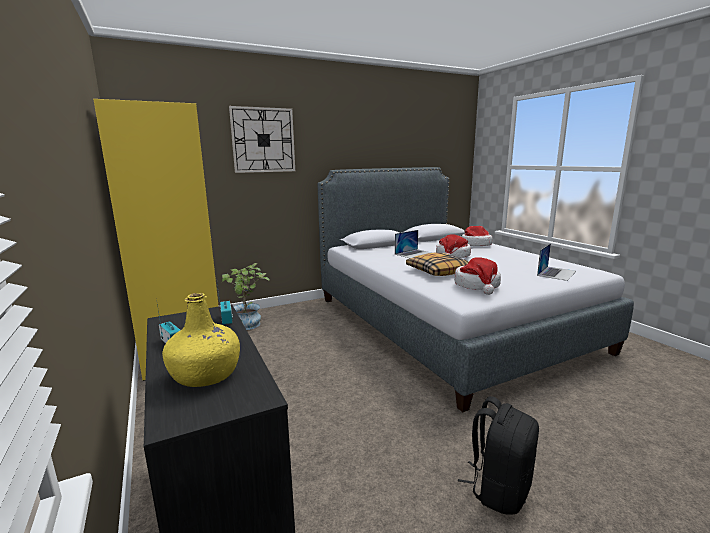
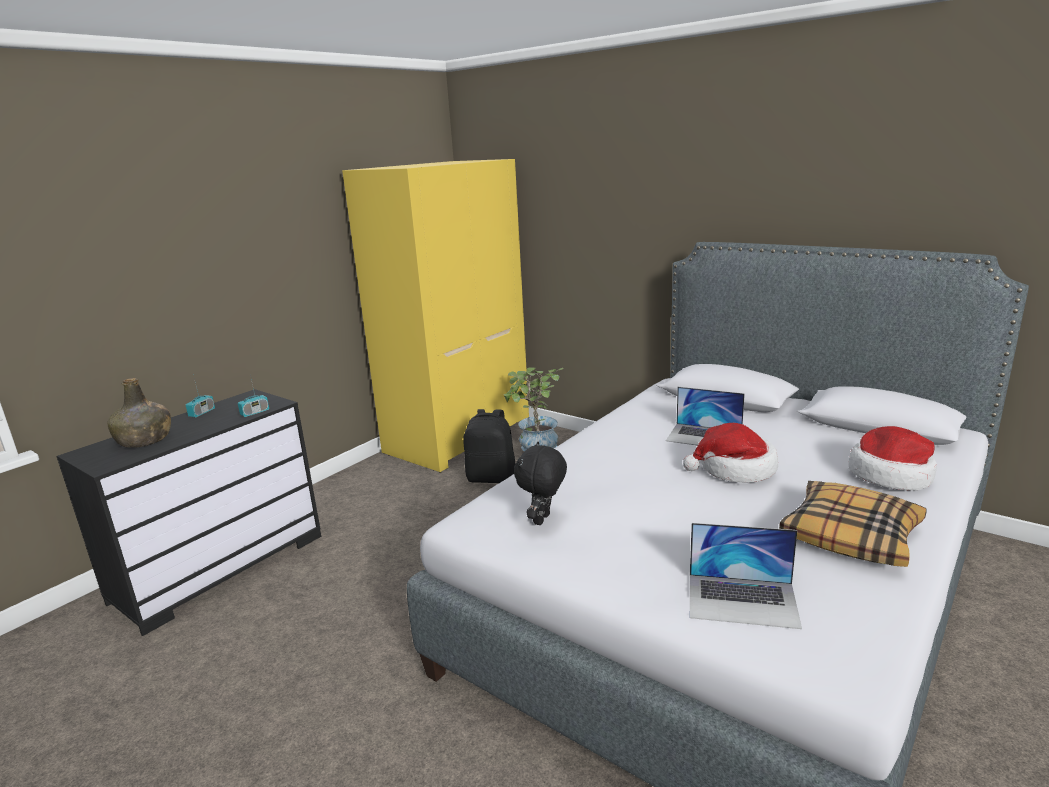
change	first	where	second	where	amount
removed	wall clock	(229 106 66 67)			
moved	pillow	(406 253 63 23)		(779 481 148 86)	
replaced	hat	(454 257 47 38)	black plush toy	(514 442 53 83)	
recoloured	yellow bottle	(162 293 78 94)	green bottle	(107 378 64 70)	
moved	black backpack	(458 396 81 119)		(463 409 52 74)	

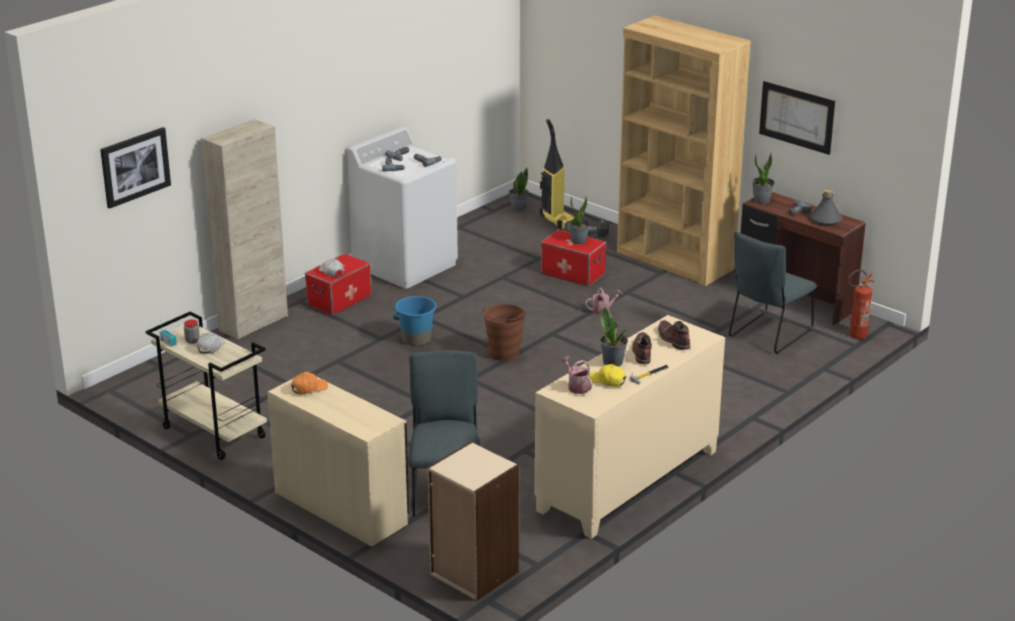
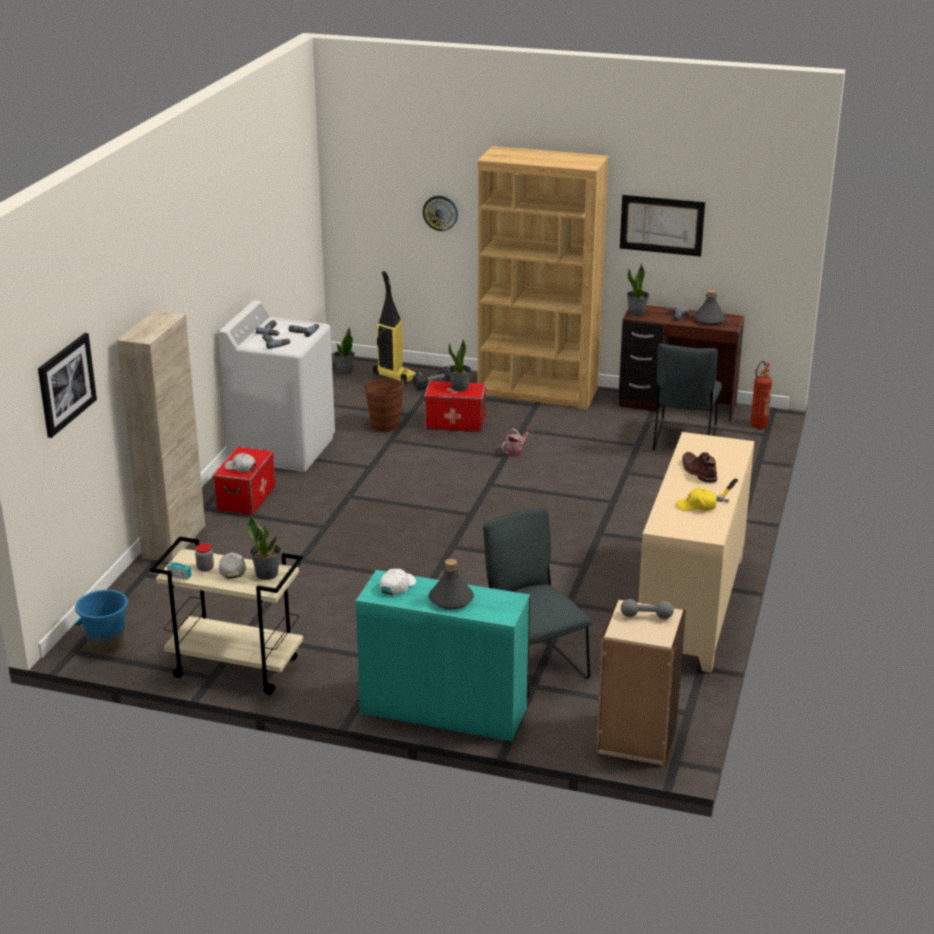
change	first	where	second	where	amount
moved	blue bucket	(393 296 44 50)		(75 590 53 63)	
moved	brown bucket	(482 304 45 57)		(364 378 41 54)	
moved	potted plant	(600 306 28 61)		(247 516 34 64)	
removed	brown boot	(658 320 32 30)			
removed	watering can	(561 356 31 38)			
recoloured	orange cap	(291 372 37 23)	white cap	(380 569 36 26)	
recoloured	beige desk	(267 377 142 170)	turquoise desk	(356 570 174 171)	
added			wall clock	(423 195 35 36)	
added			grey bottle	(429 559 45 50)	
added			grey dumbbell	(621 599 53 20)	

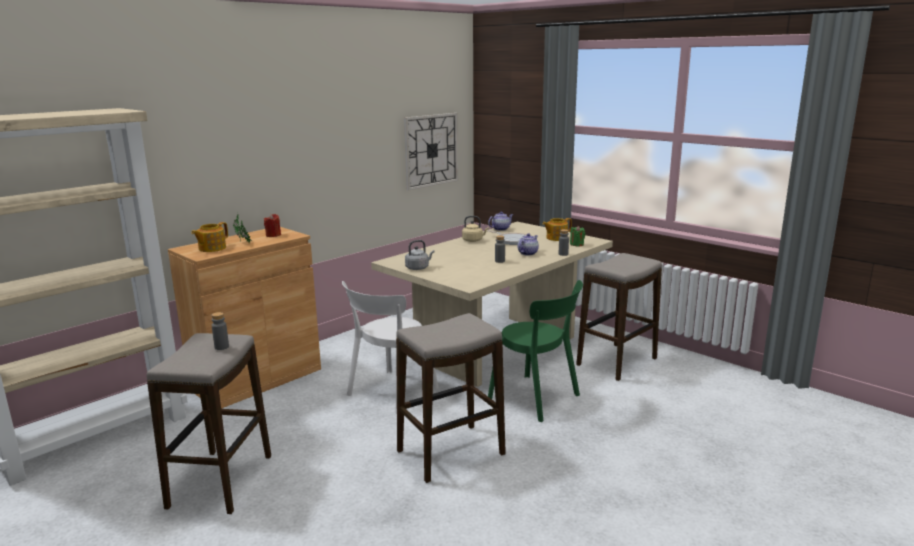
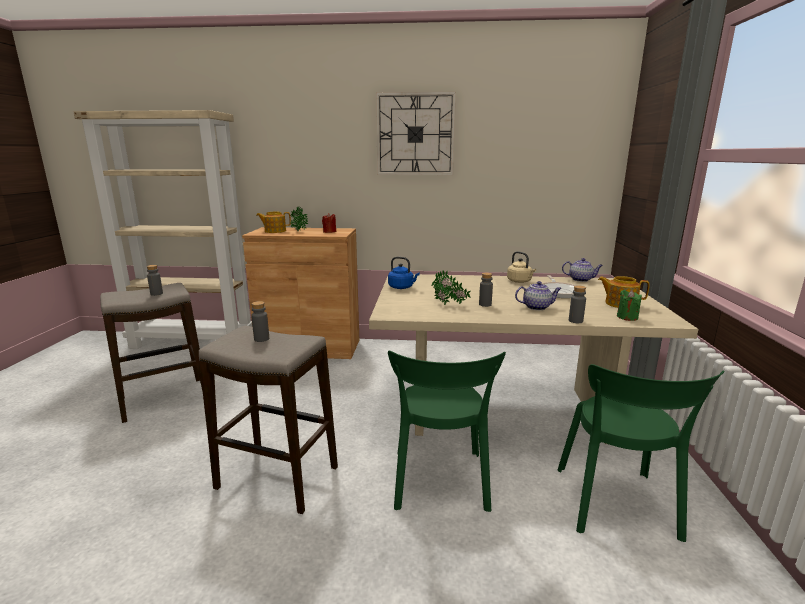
change	first	where	second	where	amount
moved	wall clock	(404 113 54 78)		(376 92 80 83)	
recoloured	grey kettle	(405 240 29 30)	blue kettle	(388 257 32 32)	
replaced	stool	(576 253 86 128)	green chair	(558 364 167 178)	
removed	white chair	(342 281 97 133)			
added			potted plant	(432 270 39 35)	
added			grey bottle	(251 301 18 41)	

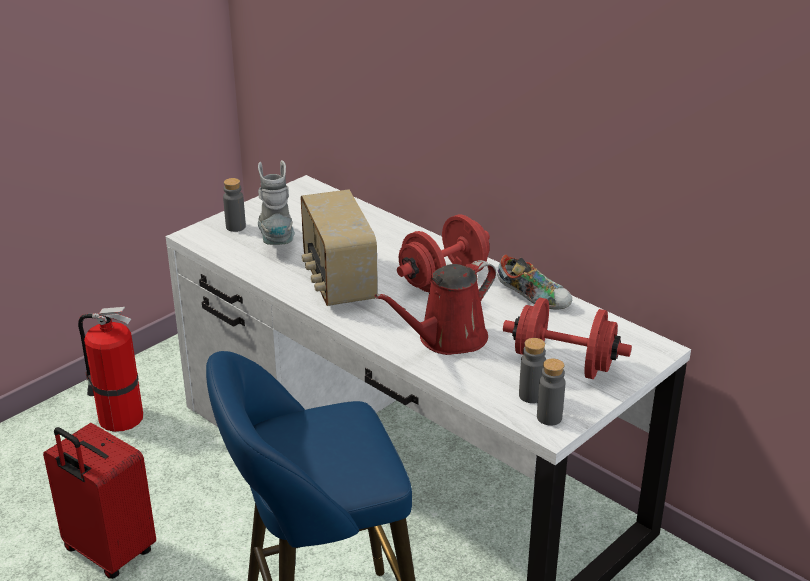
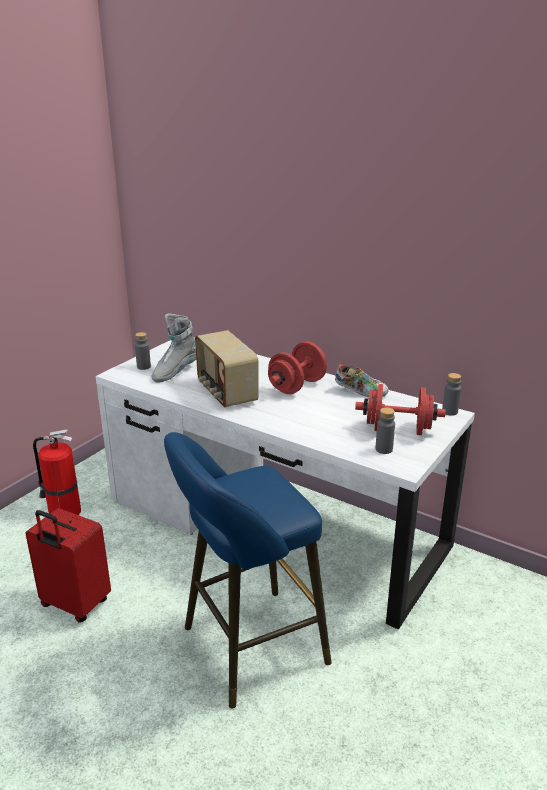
change	first	where	second	where	amount
turned	grey boot	(258 160 37 85)		(151 313 45 69)	120 degrees counterclockwise
removed	red watering can	(375 260 121 95)			
moved	grey bottle	(537 359 28 67)		(442 373 19 43)	

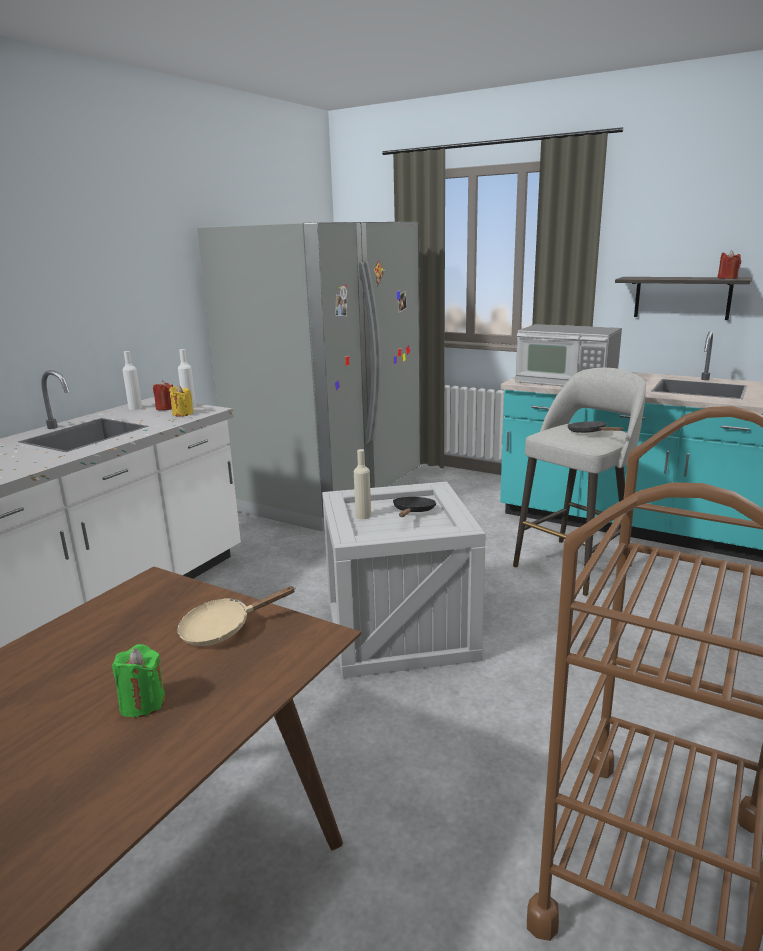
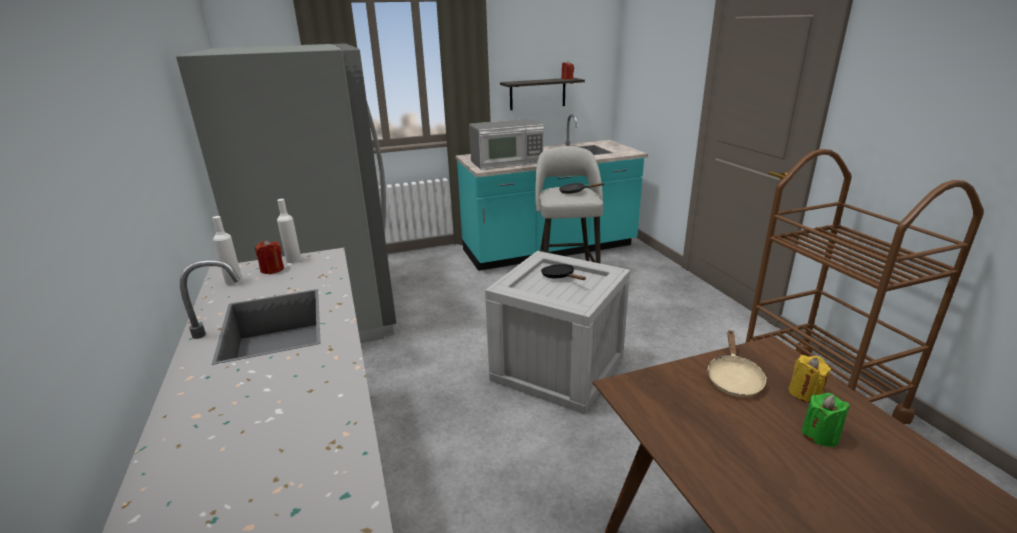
change	first	where	second	where	amount
moved	yellow candle	(170 385 23 32)		(789 355 42 48)	
removed	beige bottle	(354 449 17 70)			

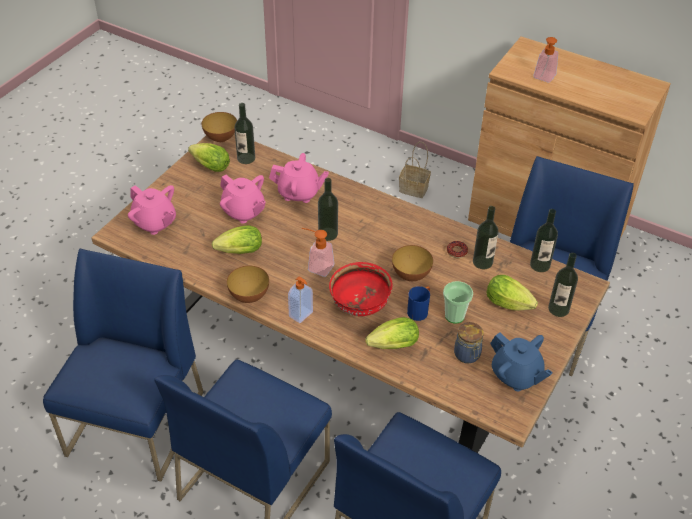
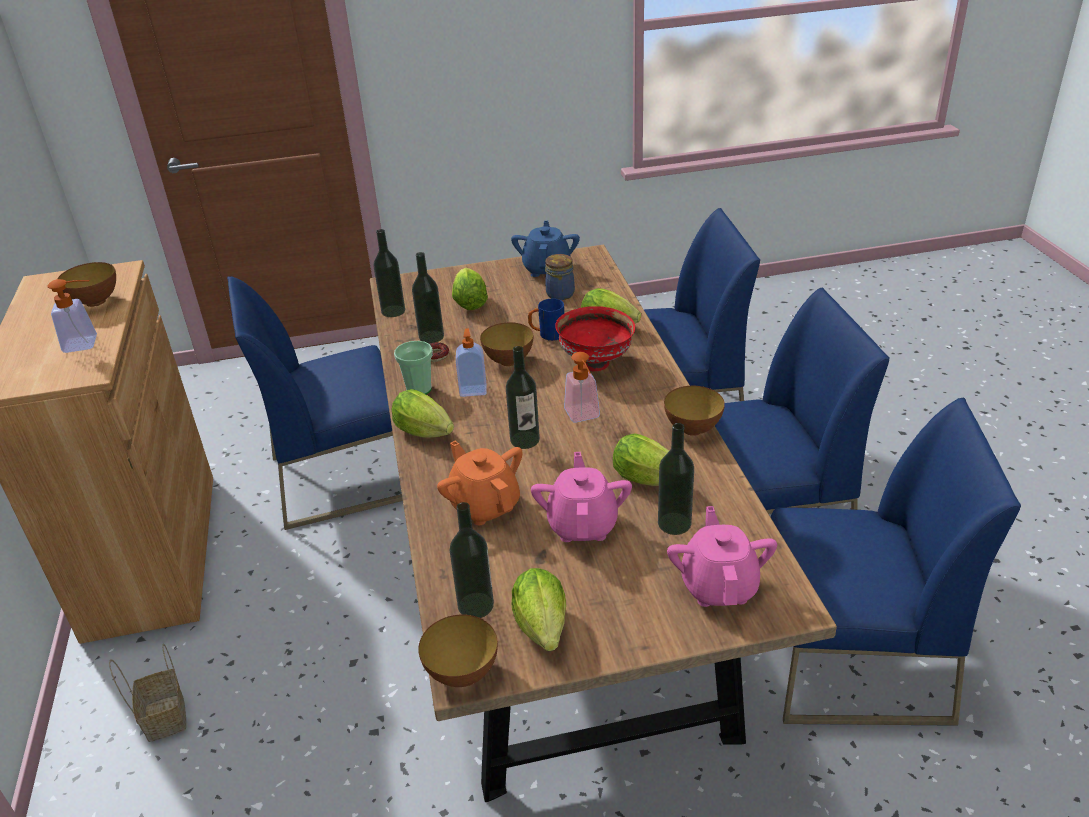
change	first	where	second	where	amount
recoloured	pink teapot	(269 153 60 50)	orange teapot	(437 441 85 84)	
turned	blue chair	(43 249 161 232)		(771 398 250 328)	150 degrees counterclockwise
moved	bottle	(548 253 30 64)		(658 423 36 112)	
moved	soap dispenser	(288 276 25 47)		(456 328 31 69)	
moved	cup	(443 281 30 43)		(394 341 39 53)	
added			bowl	(58 262 58 45)	
added			lettuce	(392 389 62 49)	

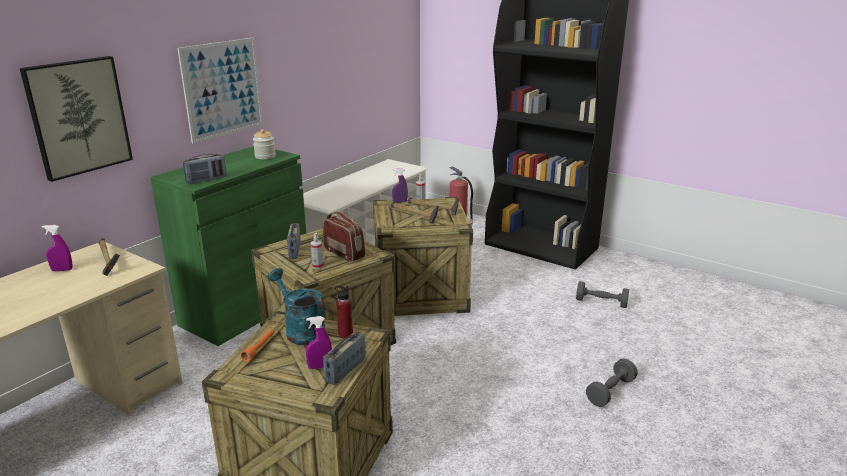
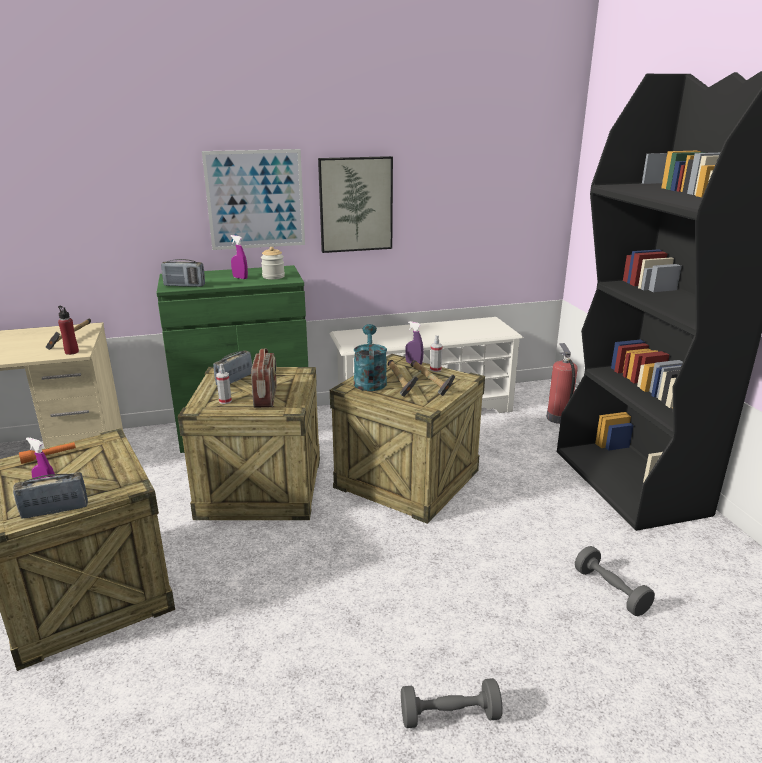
change	first	where	second	where	amount
moved	picture	(20 56 113 126)		(318 156 75 97)	
moved	purple spray bottle	(42 225 31 46)		(230 235 18 44)	
moved	turquoise watering can	(268 268 58 77)		(354 324 33 67)	
moved	red bottle	(335 286 18 52)		(58 306 21 49)	

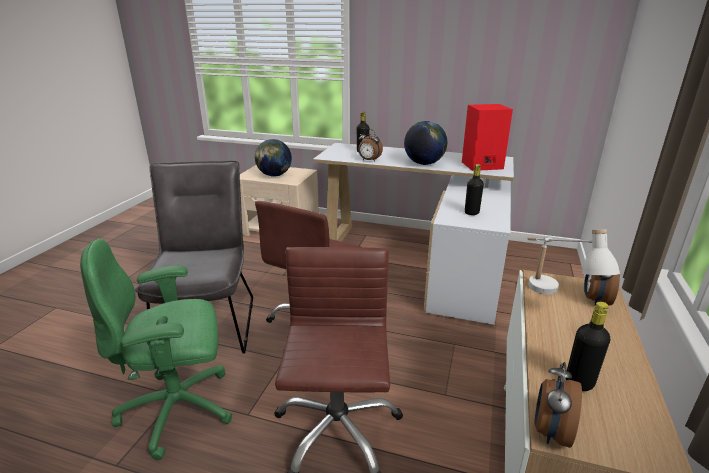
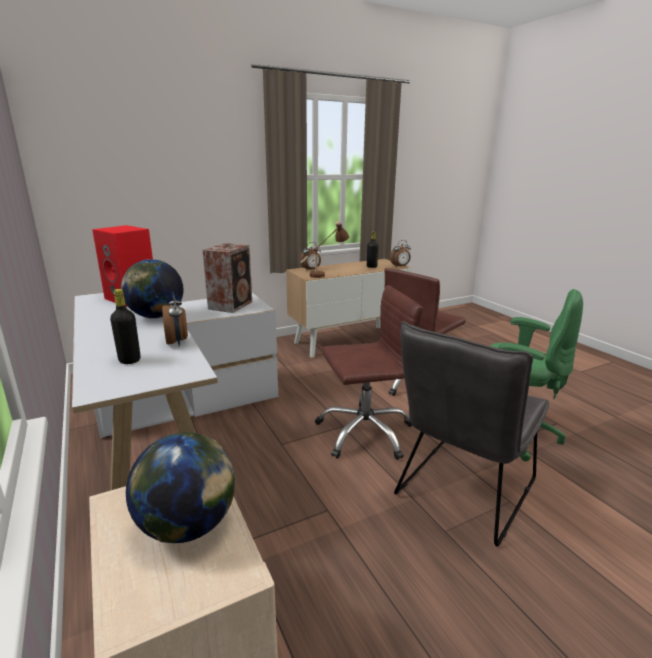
change	first	where	second	where	amount
replaced	black bottle	(465 164 19 51)	speaker	(203 243 49 70)	
recoloured	white table lamp	(527 229 93 66)	brown table lamp	(300 221 49 57)	

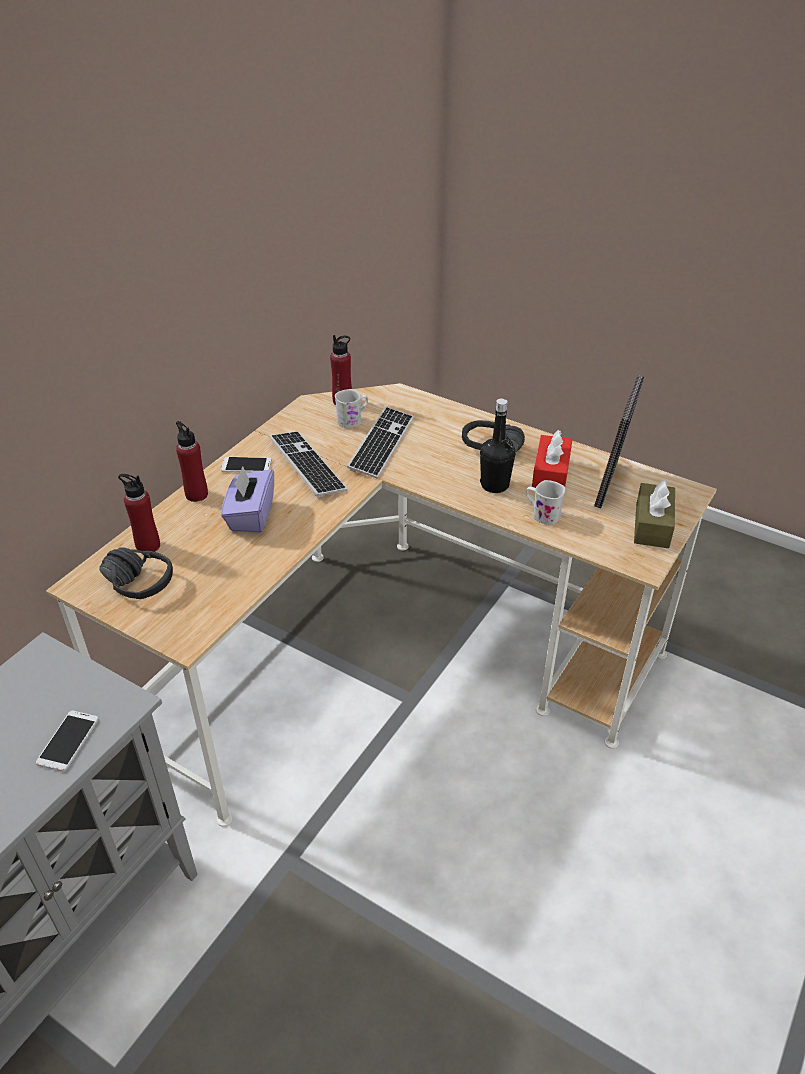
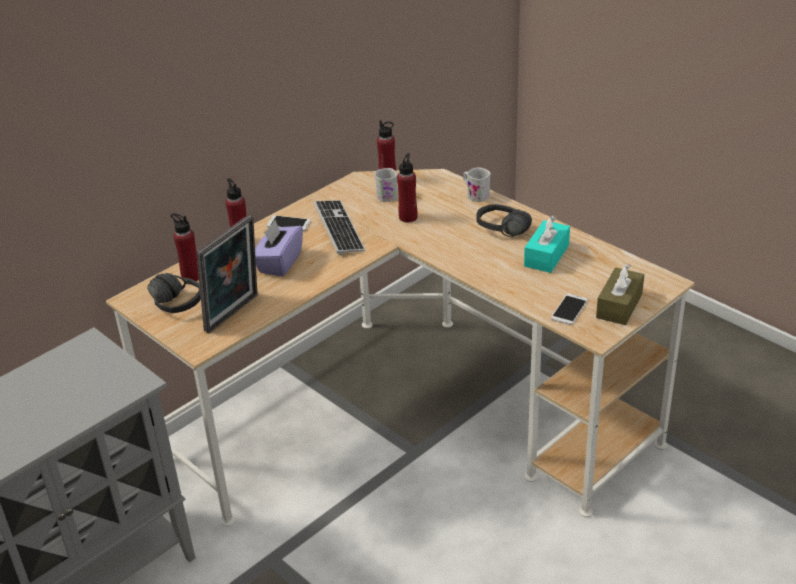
change	first	where	second	where	amount
moved	picture frame	(594 375 51 133)		(196 215 62 118)	
removed	black bottle	(480 398 35 95)			
replaced	keyboard	(347 407 67 71)	red bottle	(397 153 21 70)	
recoloured	red tissue box	(532 430 41 58)	turquoise tissue box	(524 216 46 57)	
moved	white mug	(526 480 39 45)		(463 167 28 35)	
moved	phone	(36 711 63 61)		(551 293 37 32)	

